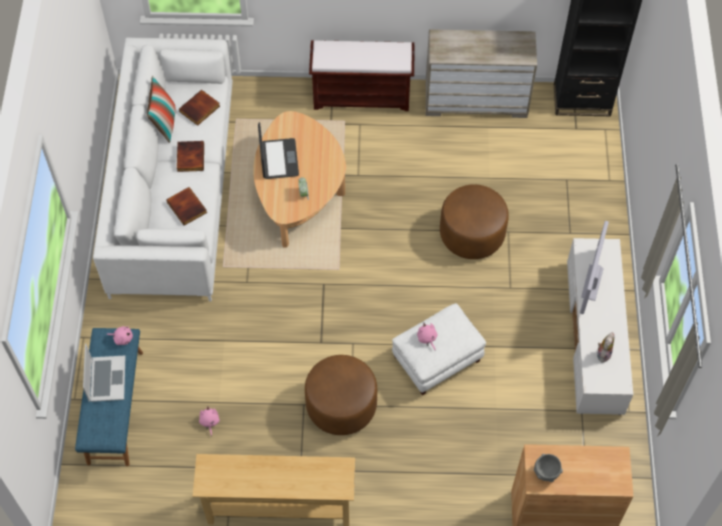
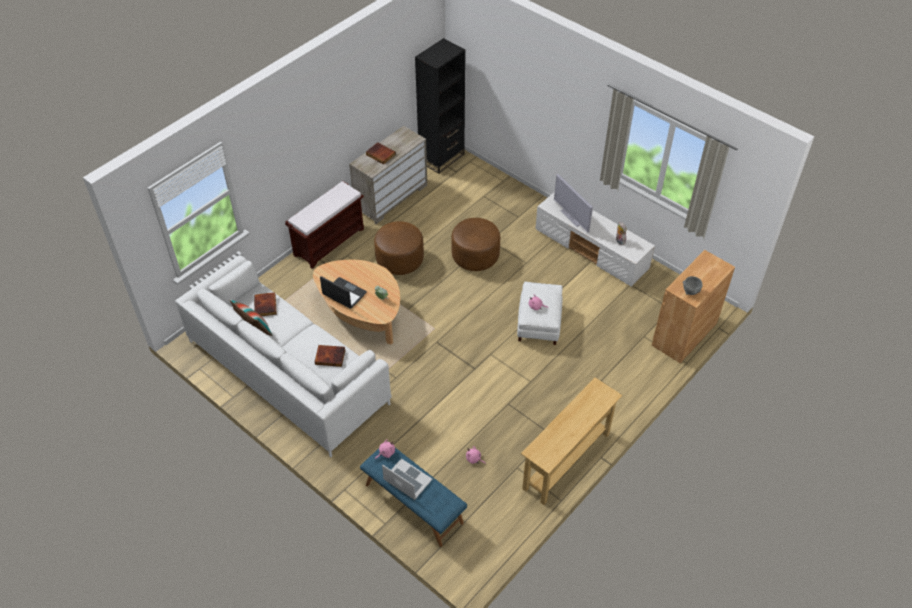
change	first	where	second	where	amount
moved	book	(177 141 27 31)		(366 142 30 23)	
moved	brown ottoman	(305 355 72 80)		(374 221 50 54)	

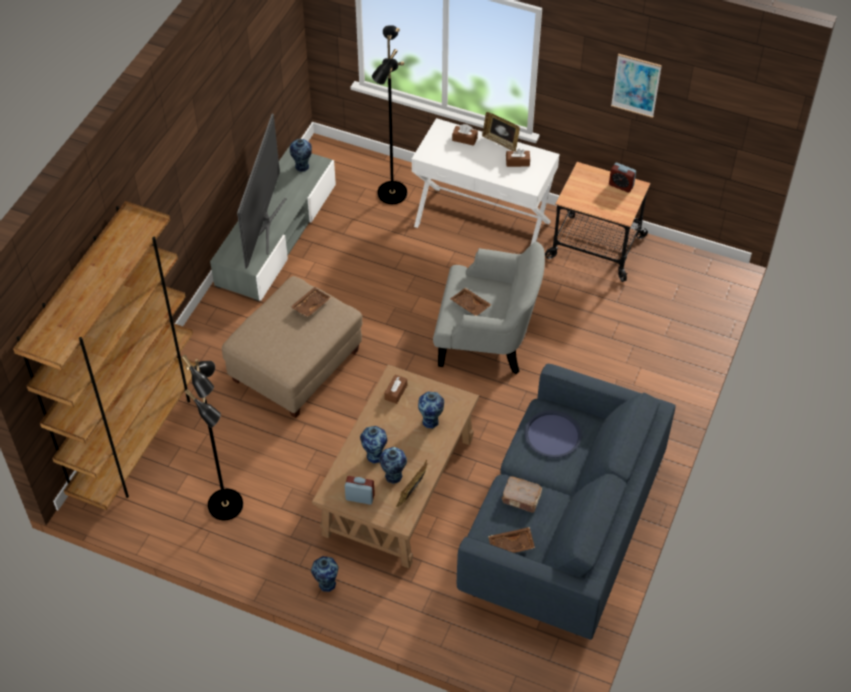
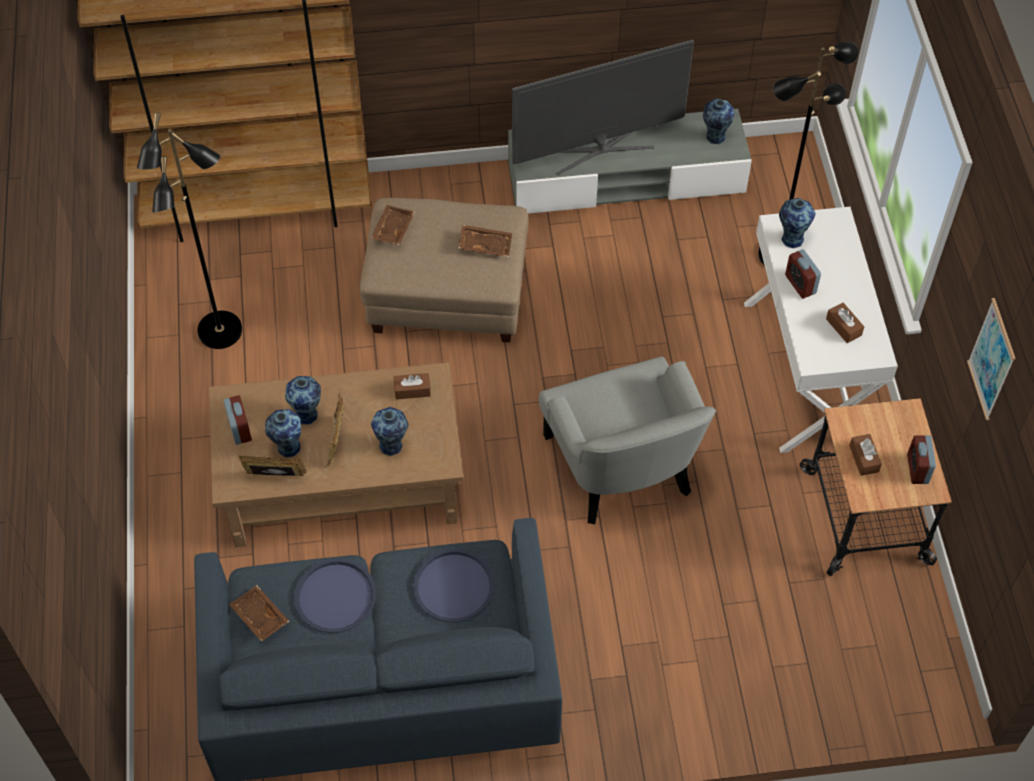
change	first	where	second	where	amount
moved	picture frame	(482 112 38 39)		(326 394 18 73)	
moved	brown tissue box	(452 124 26 22)		(849 434 33 42)	
moved	brown tray	(450 288 42 28)		(371 205 44 40)	
replaced	brown book	(502 476 40 37)	blue tray	(294 558 82 75)	
moved	vase	(311 556 27 36)		(779 198 36 50)	
added			alarm clock	(785 249 36 50)	

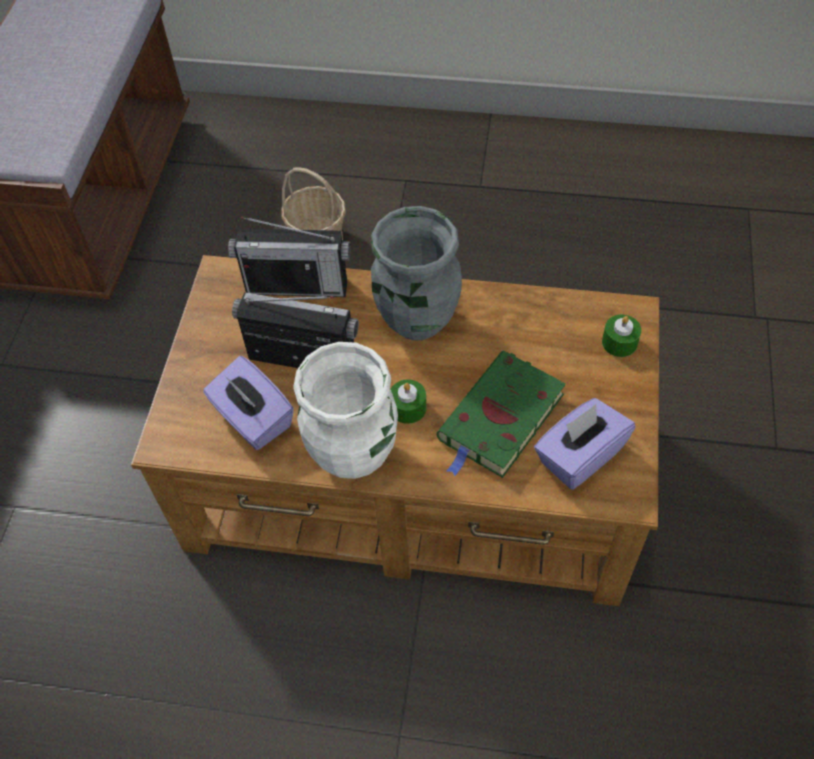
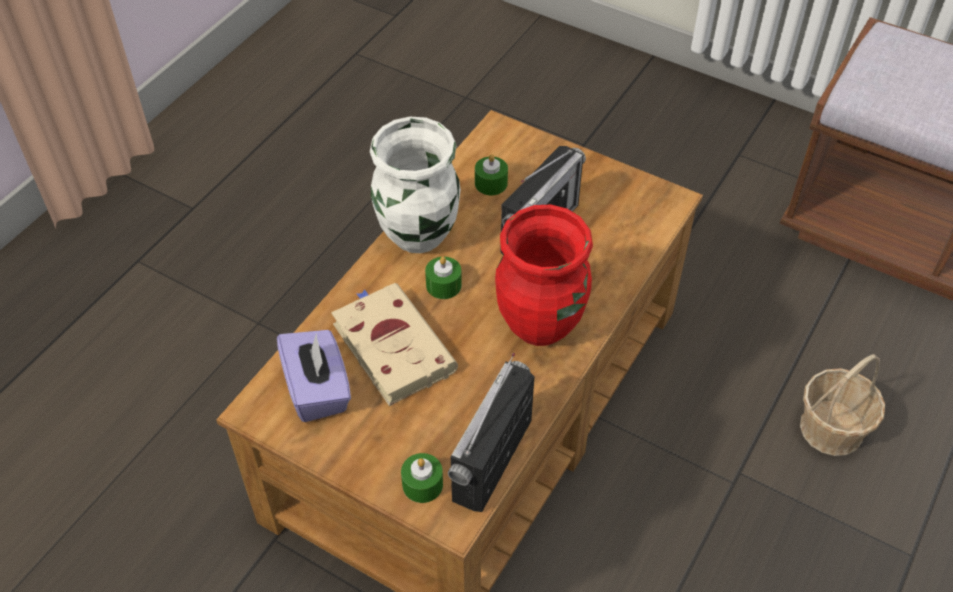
change	first	where	second	where	amount
recoloured	grey vase	(371 206 91 135)	red vase	(495 205 98 141)	
moved	radio	(228 216 123 81)		(448 353 87 159)	
recoloured	green book	(437 351 129 127)	beige book	(331 283 127 123)	
replaced	purple tissue box	(203 356 91 94)	green candle	(475 154 33 41)	

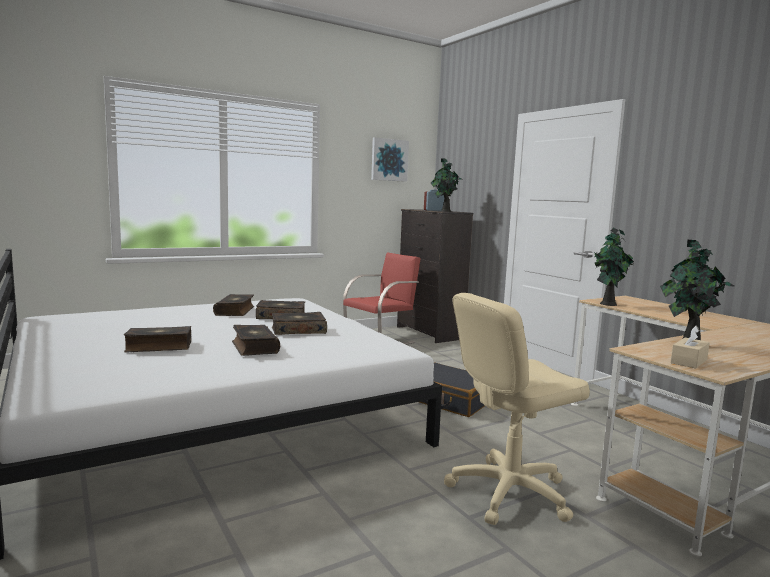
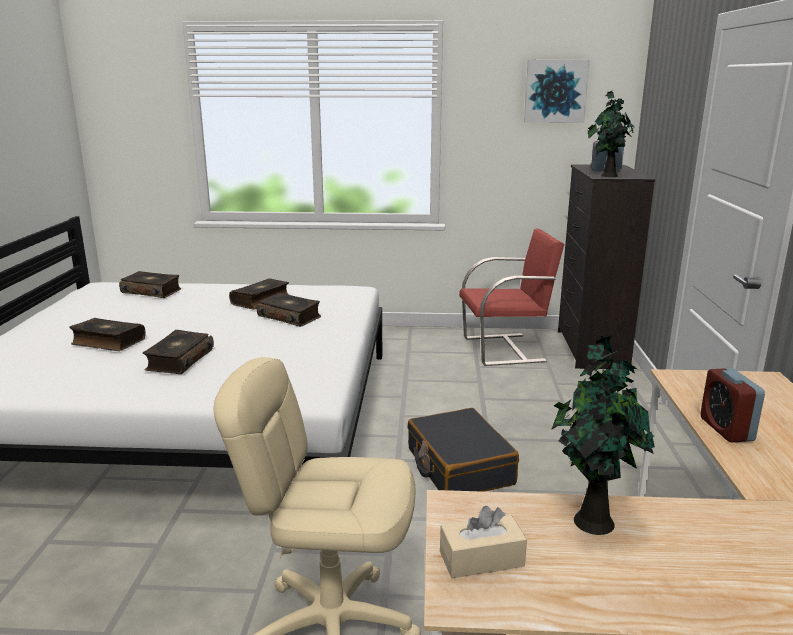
change	first	where	second	where	amount
removed	potted plant	(594 228 40 78)			
moved	book	(272 312 55 23)		(119 271 62 27)	
added			alarm clock	(700 368 65 75)	

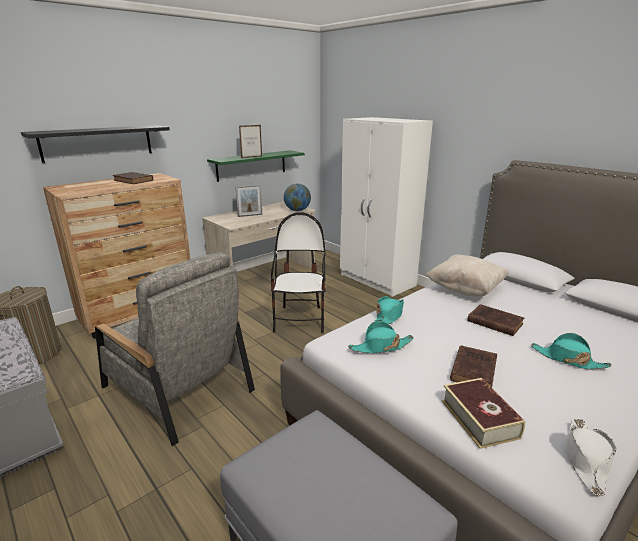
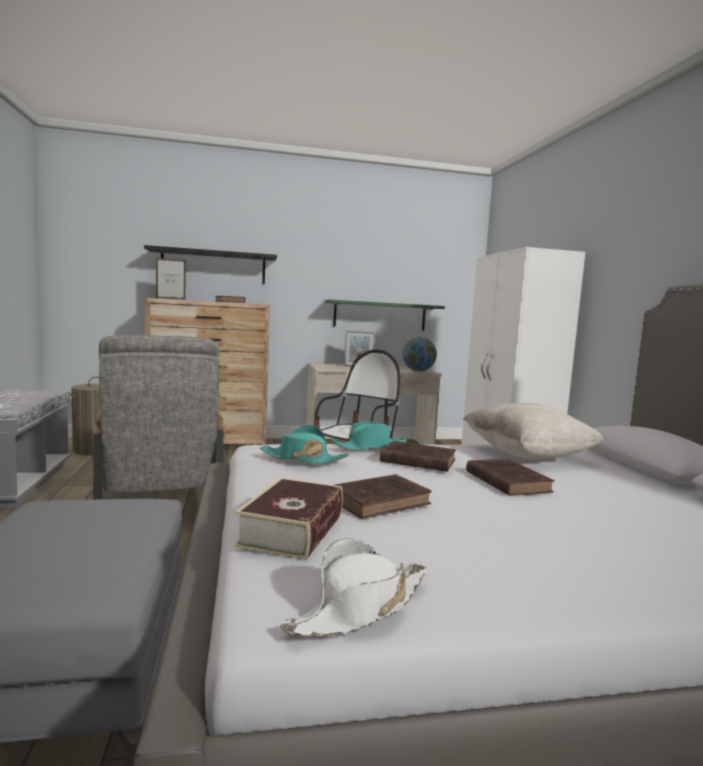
change	first	where	second	where	amount
moved	picture frame	(239 125 23 33)		(156 258 30 42)	
removed	turquoise hat	(531 333 80 37)			
added			brown book	(380 441 76 31)	

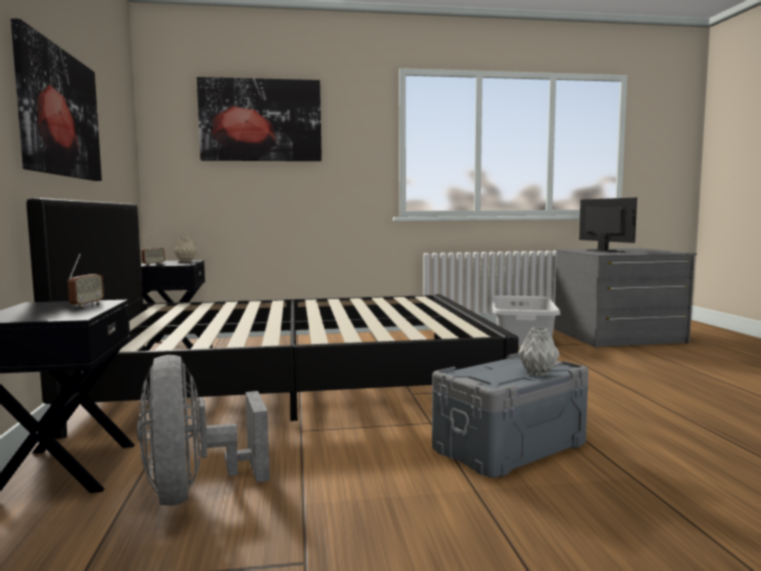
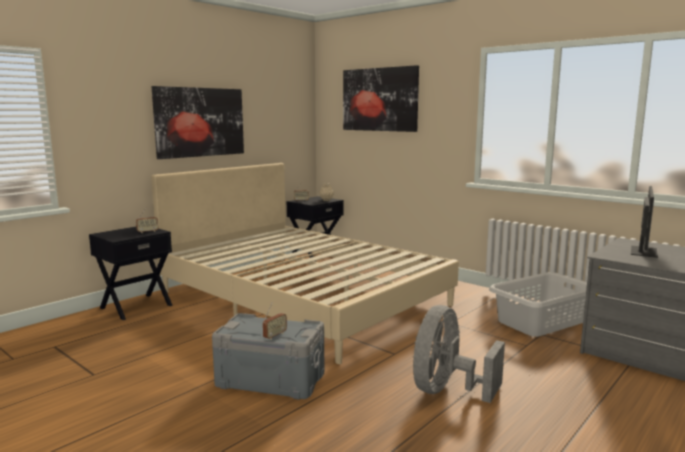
change	first	where	second	where	amount
recoloured	black bed	(26 198 493 241)	beige bed	(151 163 308 201)	
replaced	grey vase	(518 327 42 49)	radio	(263 302 24 38)	
moved	grey fan	(137 355 133 150)		(413 305 92 98)	

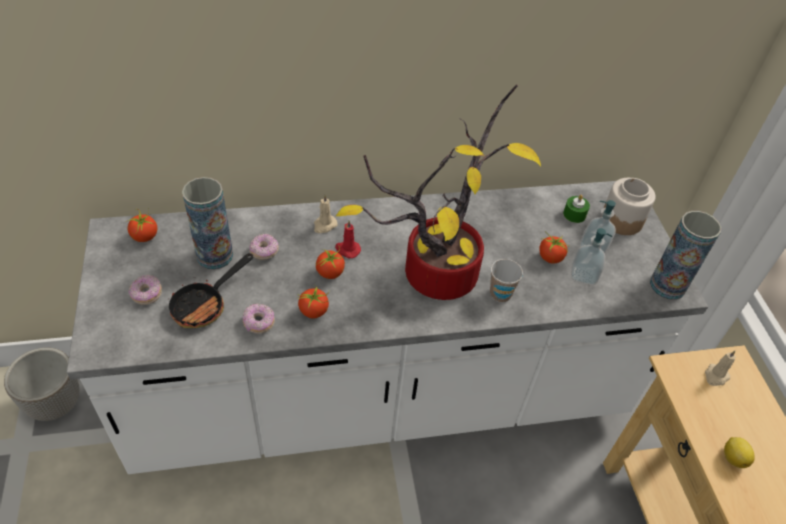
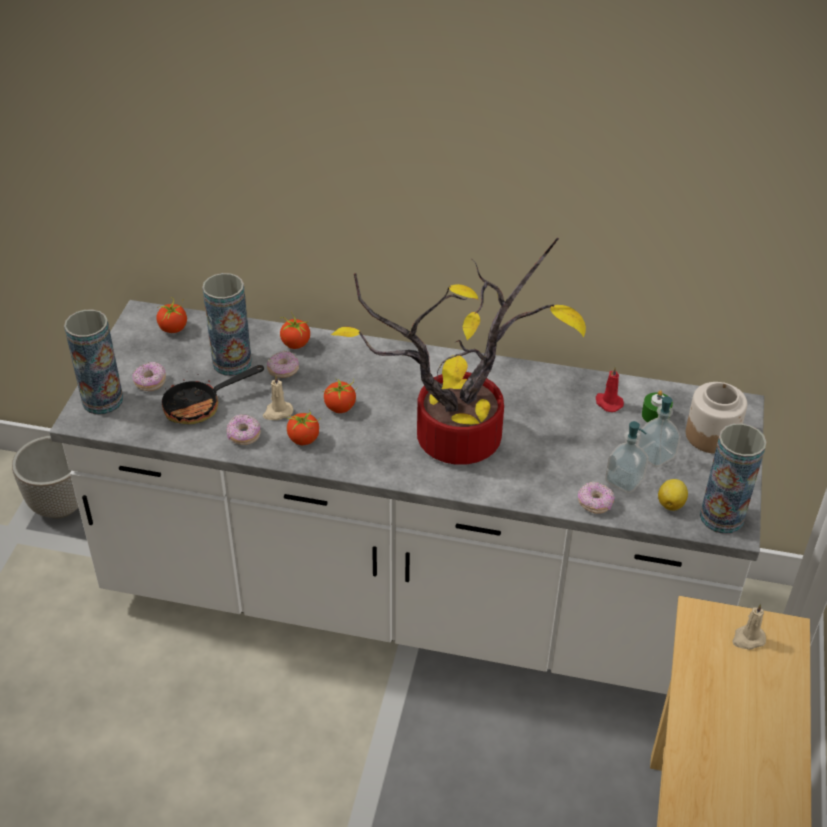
change	first	where	second	where	amount
moved	beige candle	(314 195 24 38)		(263 375 30 45)	
moved	red candle	(335 220 26 38)		(596 366 28 46)	
moved	tomato	(539 231 29 33)		(280 312 30 37)	
removed	cup	(490 259 33 43)			
moved	lemon	(724 437 31 31)		(658 479 30 32)	
added			vase	(64 310 59 105)	
added			donut	(578 481 37 33)	

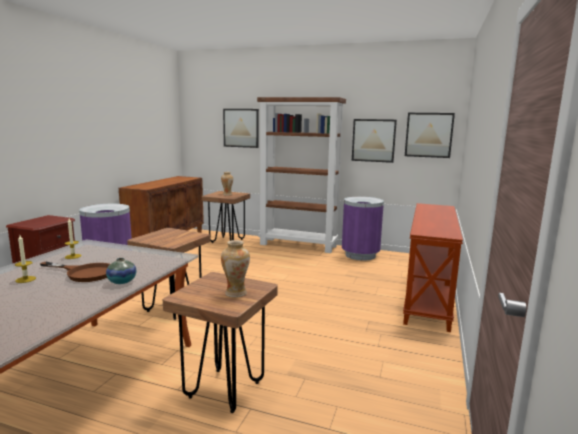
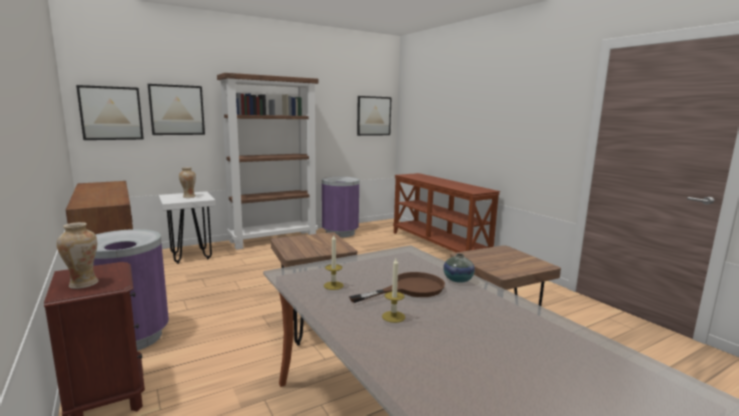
change	first	where	second	where	amount
moved	picture	(352 119 45 44)		(76 85 68 55)	
recoloured	brown stool	(202 191 48 52)	white stool	(159 192 57 72)	
moved	vase	(221 240 29 57)		(57 222 42 67)	

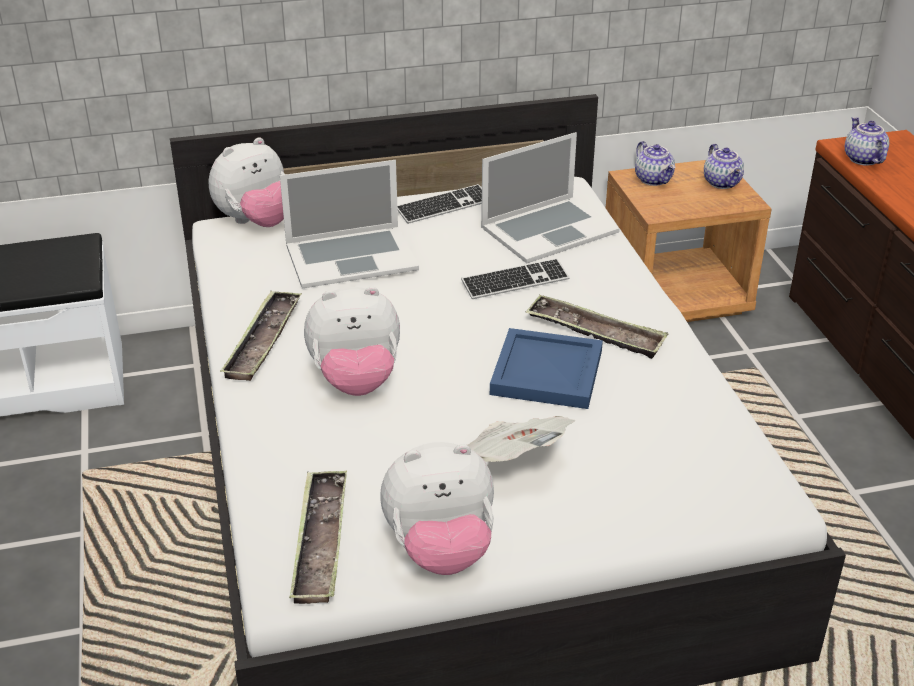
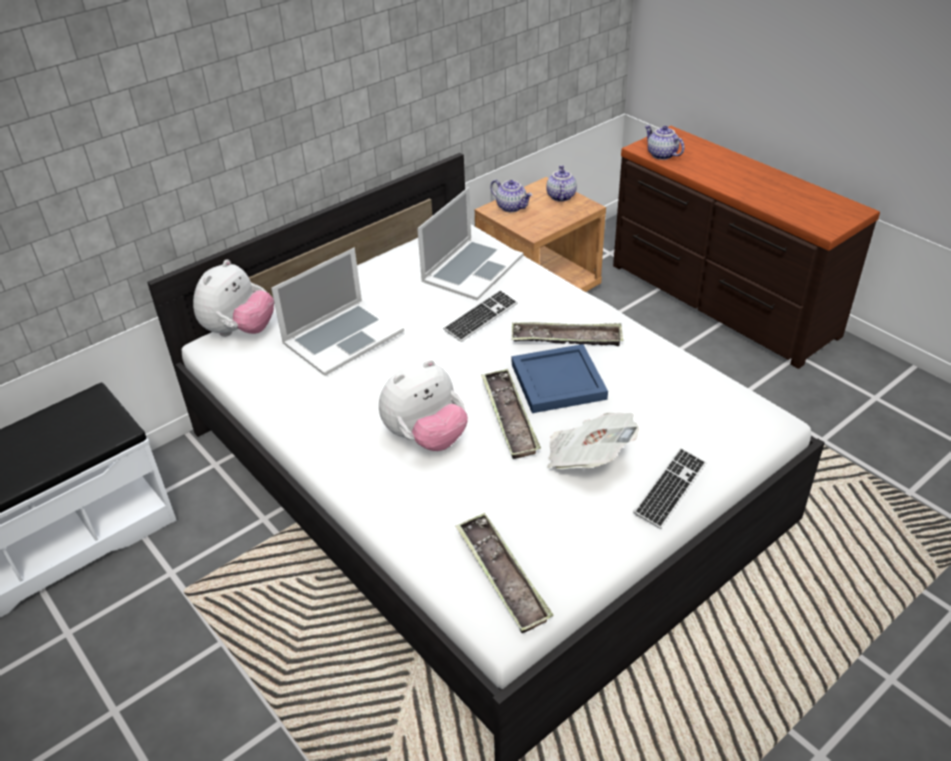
change	first	where	second	where	amount
turned	teapot	(704 144 40 45)		(546 165 31 37)	135 degrees counterclockwise
moved	keyboard	(397 184 85 40)		(633 448 74 81)	
moved	tray	(220 290 82 91)		(481 368 60 91)	
removed	plush toy	(380 442 114 133)			

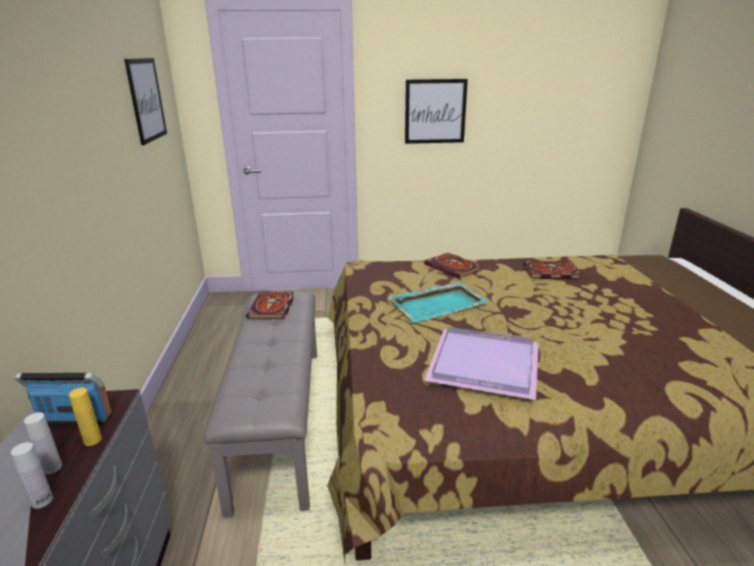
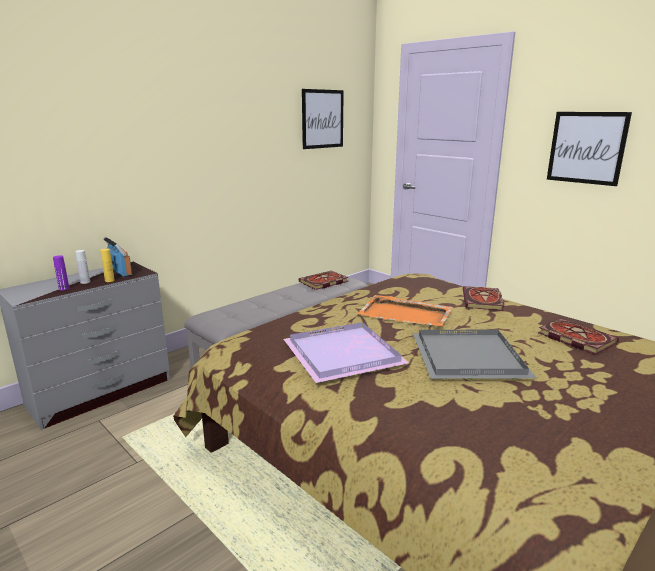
change	first	where	second	where	amount
recoloured	turquoise tray	(389 282 100 41)	orange tray	(357 295 96 31)	
recoloured	white bottle	(11 442 42 67)	purple bottle	(53 255 16 36)	
added			grey tray	(413 330 123 49)	

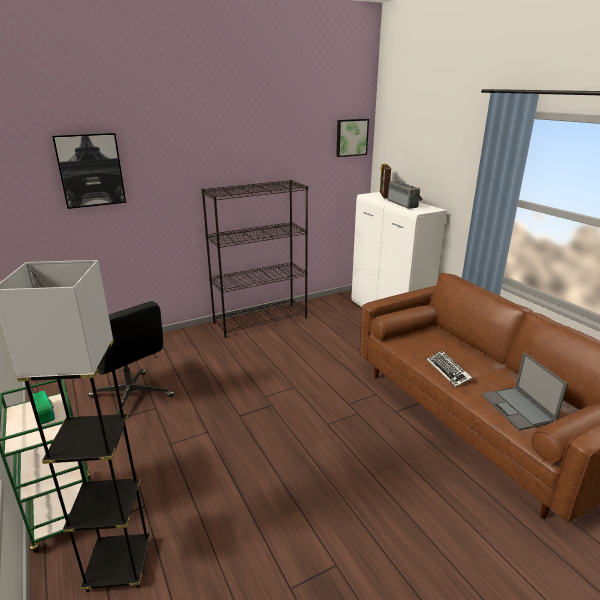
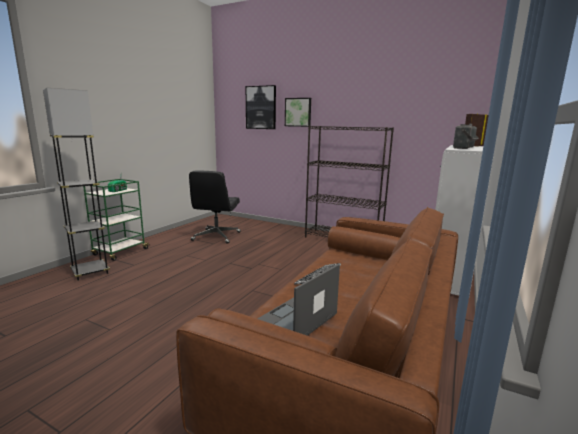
change	first	where	second	where	amount
moved	picture	(336 119 33 38)		(285 98 26 29)	

